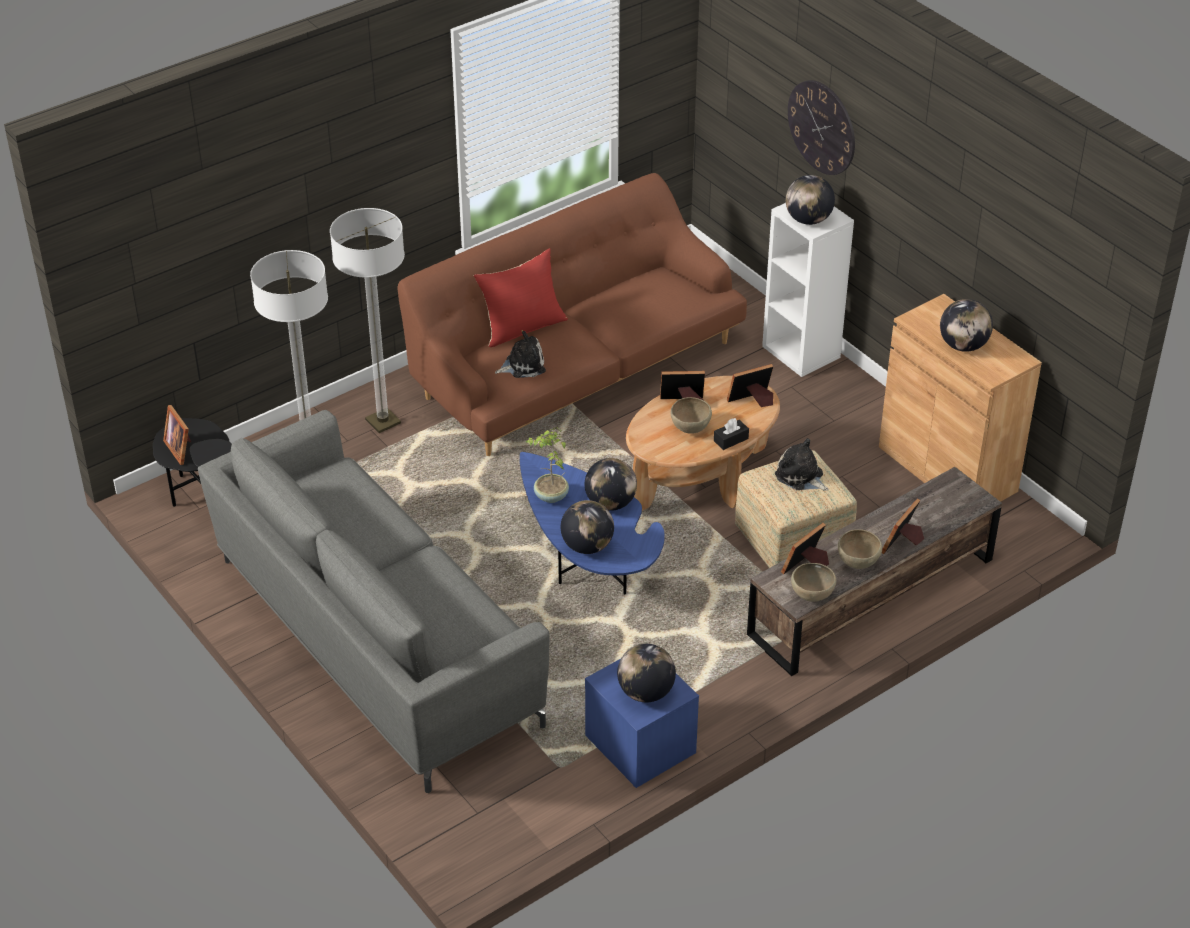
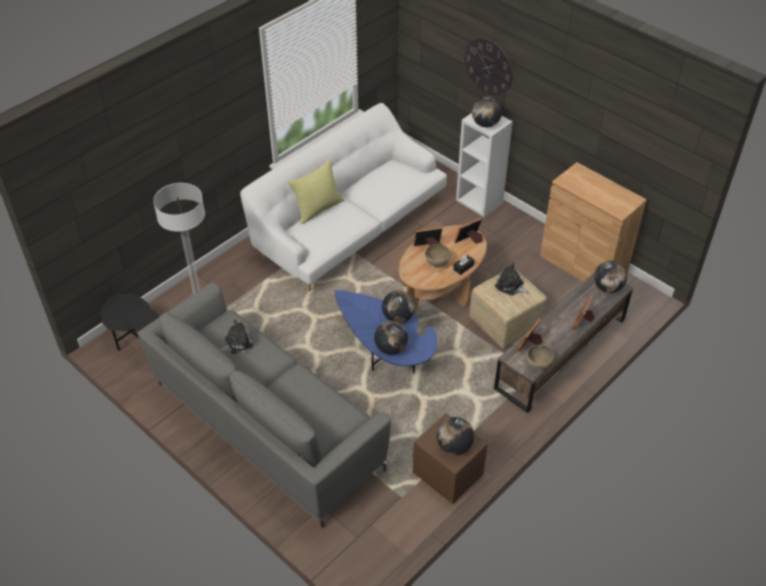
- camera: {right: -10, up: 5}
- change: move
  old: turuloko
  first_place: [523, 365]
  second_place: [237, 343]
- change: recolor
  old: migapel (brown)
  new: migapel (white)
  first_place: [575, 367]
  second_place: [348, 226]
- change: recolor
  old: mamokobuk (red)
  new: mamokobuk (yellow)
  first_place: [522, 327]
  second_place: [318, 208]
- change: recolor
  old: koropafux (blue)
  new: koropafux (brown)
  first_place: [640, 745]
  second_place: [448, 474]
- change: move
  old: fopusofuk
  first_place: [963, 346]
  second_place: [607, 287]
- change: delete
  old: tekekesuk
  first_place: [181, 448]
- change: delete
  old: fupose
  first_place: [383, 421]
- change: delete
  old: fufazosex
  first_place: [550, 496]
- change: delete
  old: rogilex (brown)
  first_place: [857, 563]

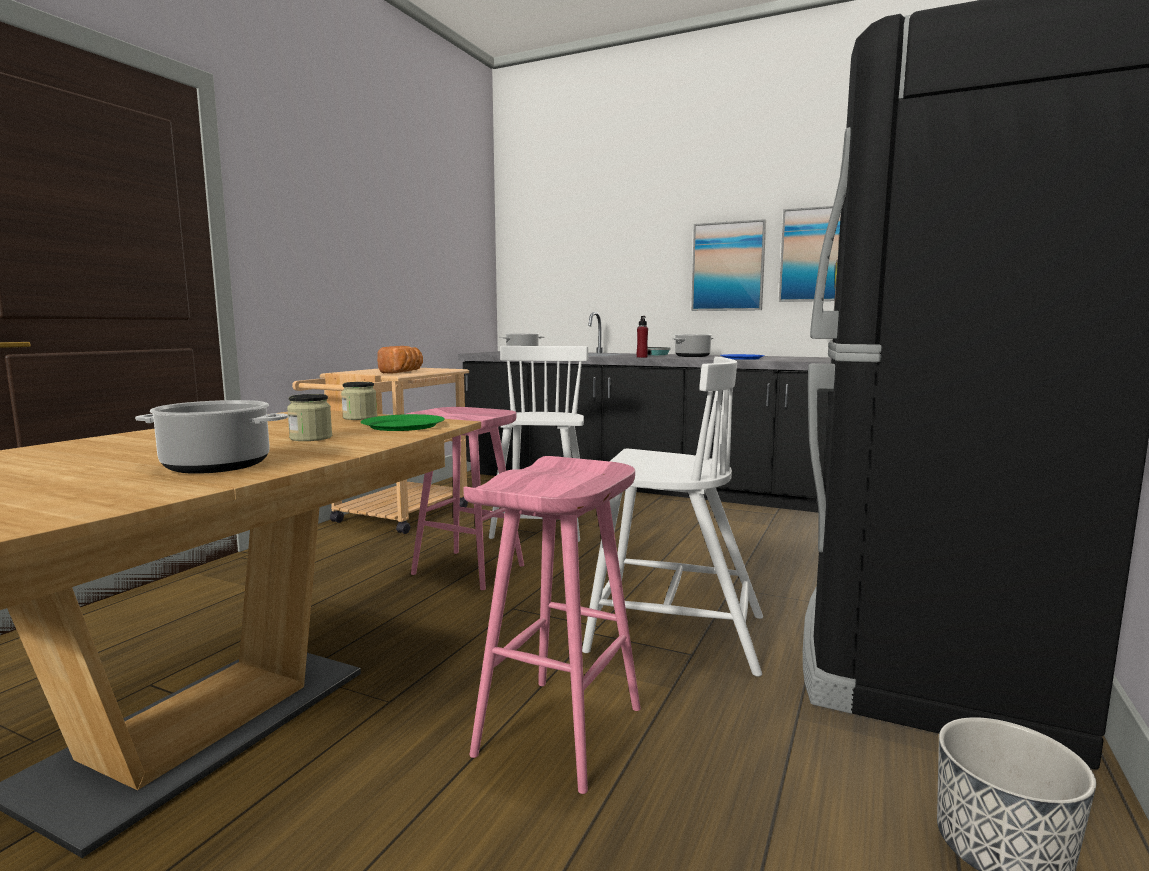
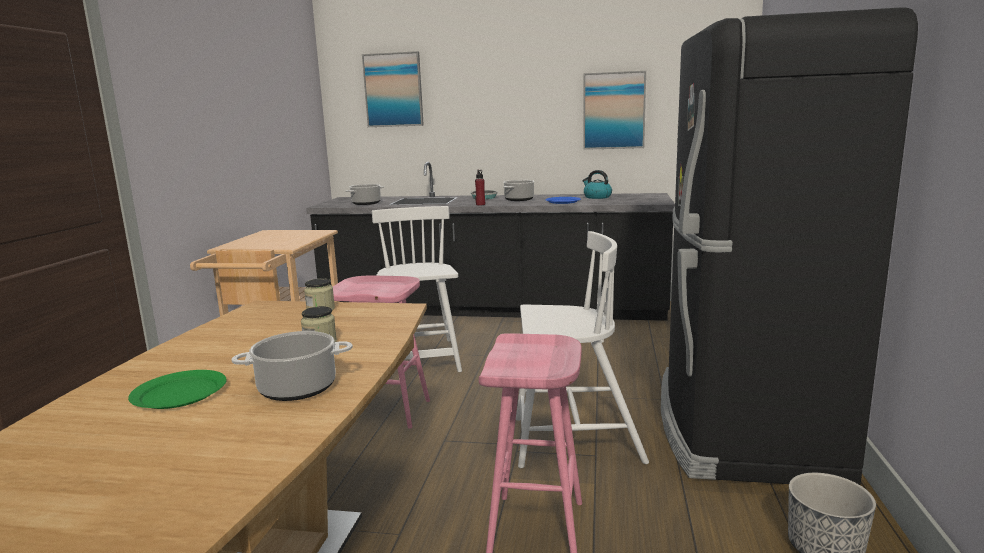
- camera: {right: -15, up: 5}
- change: move
  old: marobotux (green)
  first_place: [403, 425]
  second_place: [180, 393]
- change: move
  old: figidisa
  first_place: [728, 267]
  second_place: [393, 90]
- change: insert
  new: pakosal
  second_place: [597, 197]
- change: delete
  old: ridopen
  first_place: [403, 372]

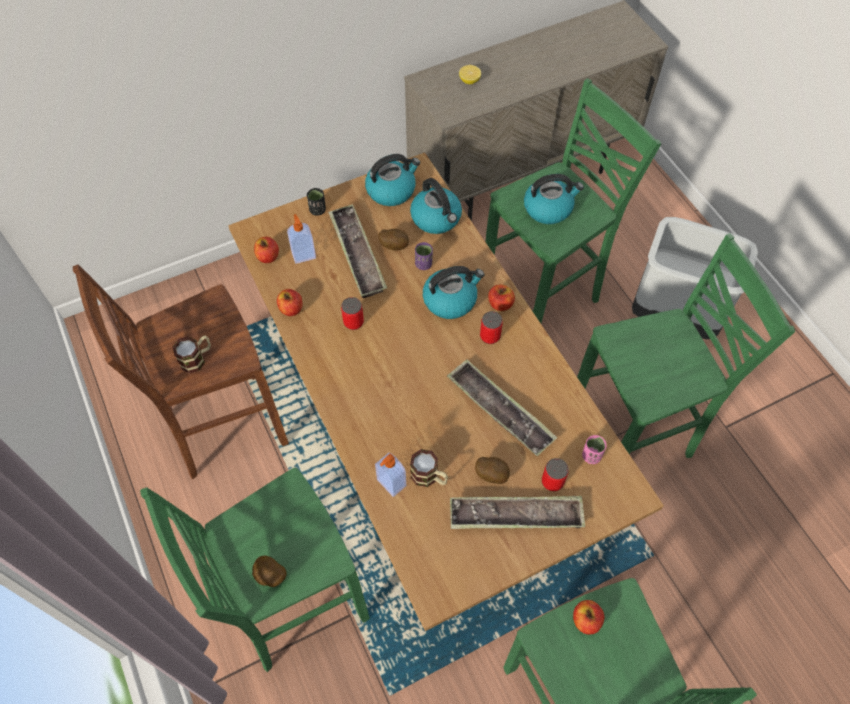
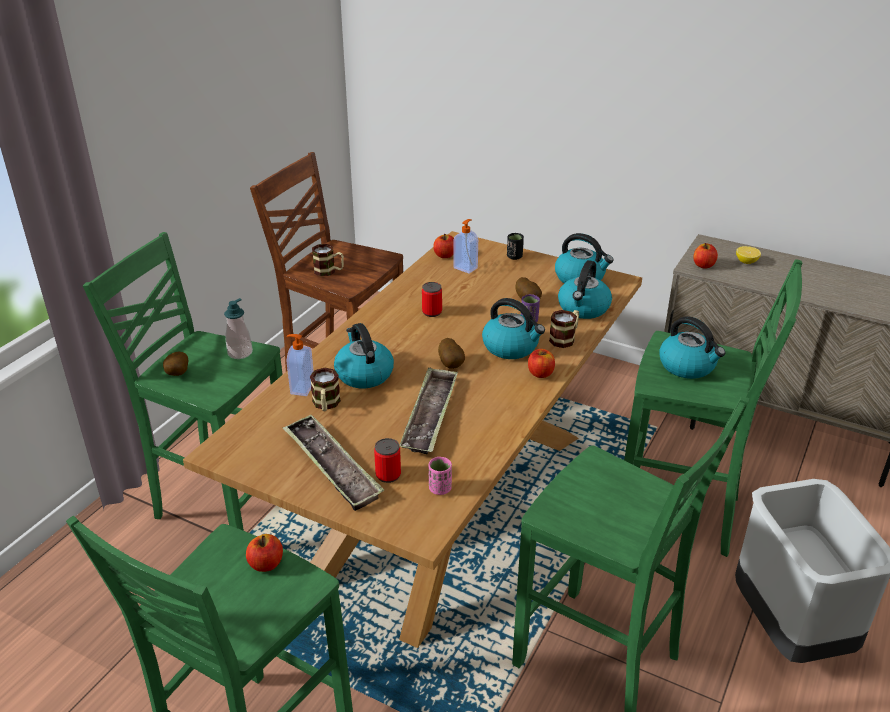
- camera: {right: 55, up: -25}
- change: insert
  new: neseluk
  second_place: [240, 353]
- change: insert
  new: pakosal
  second_place: [363, 374]
- change: move
  old: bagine
  first_place: [492, 474]
  second_place: [451, 364]
- change: insert
  new: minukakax
  second_place: [565, 338]
- change: move
  old: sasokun
  first_place: [291, 309]
  second_place: [703, 265]
- change: delete
  old: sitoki
  first_place: [357, 255]
- change: delete
  old: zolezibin
  first_place: [490, 336]

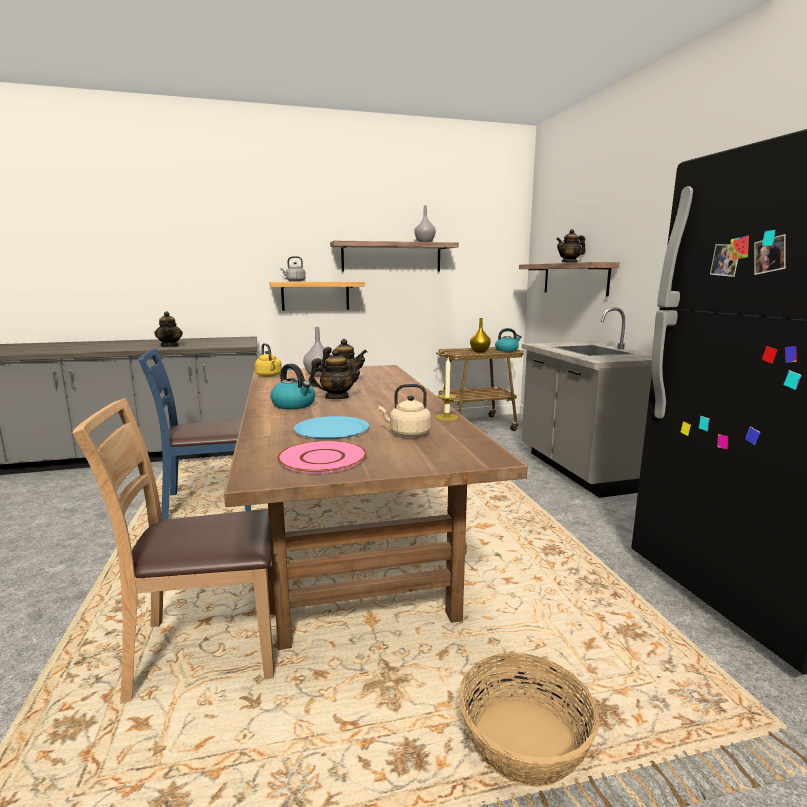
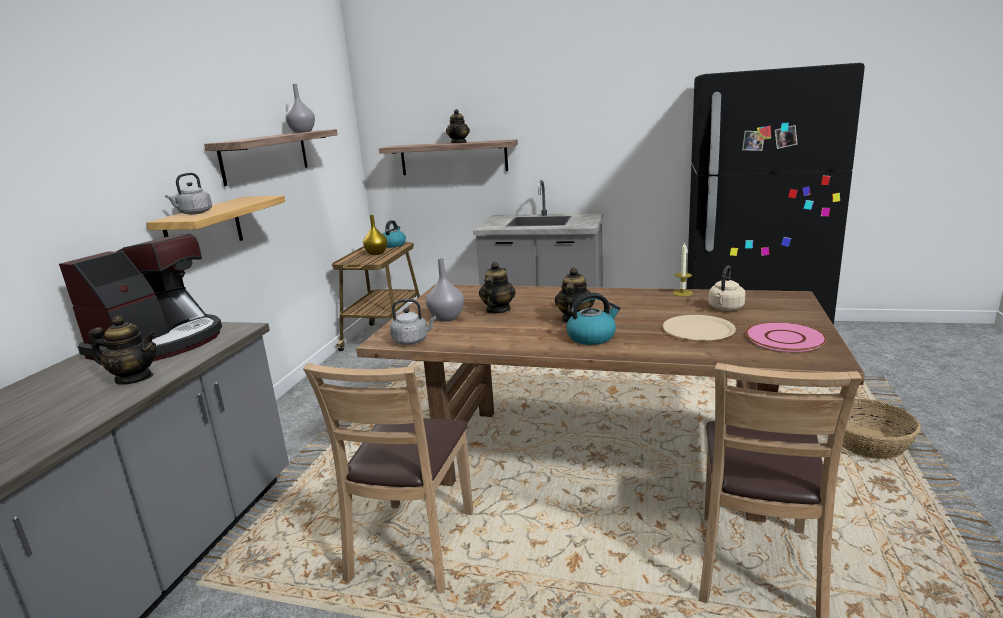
- camera: {right: -60, up: 5}
- change: insert
  new: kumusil
  second_place: [160, 343]
- change: recolor
  old: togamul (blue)
  new: togamul (brown)
  first_place: [207, 503]
  second_place: [413, 546]
- change: recolor
  old: pakosal (yellow)
  new: pakosal (grey)
  first_place: [269, 376]
  second_place: [412, 340]
- change: recolor
  old: marobotux (blue)
  new: marobotux (beige)
  first_place: [332, 429]
  second_place: [698, 329]

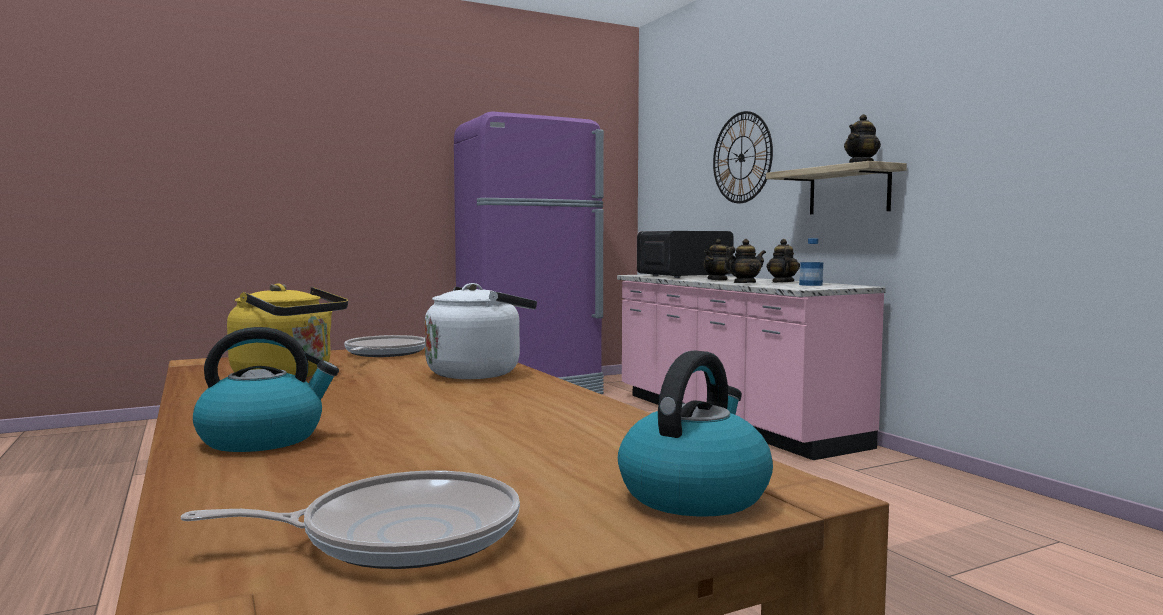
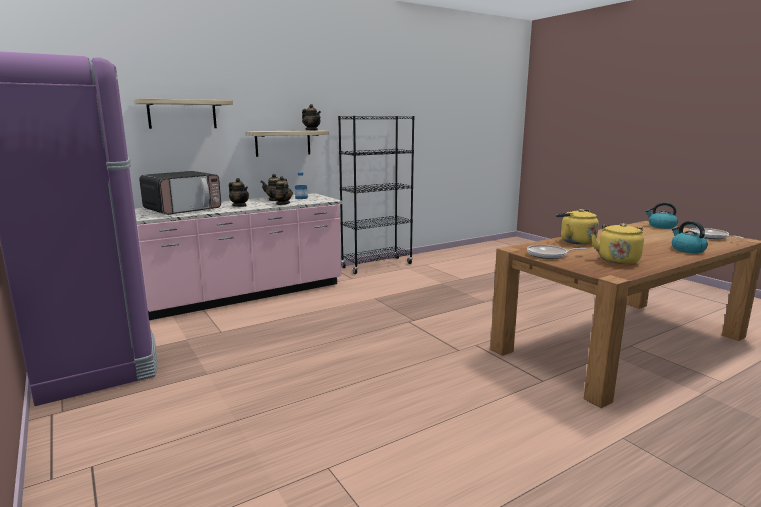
- camera: {right: -95, up: 10}
- change: replace
  old: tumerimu
  new: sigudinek
  first_place: [741, 157]
  second_place: [182, 114]
- change: rotate
  old: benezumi
  first_place: [683, 276]
  second_place: [183, 210]
  degrees: -105
- change: insert
  new: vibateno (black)
  second_place: [377, 266]
- change: recolor
  old: pakosal (white)
  new: pakosal (yellow)
  first_place: [479, 373]
  second_place: [575, 241]

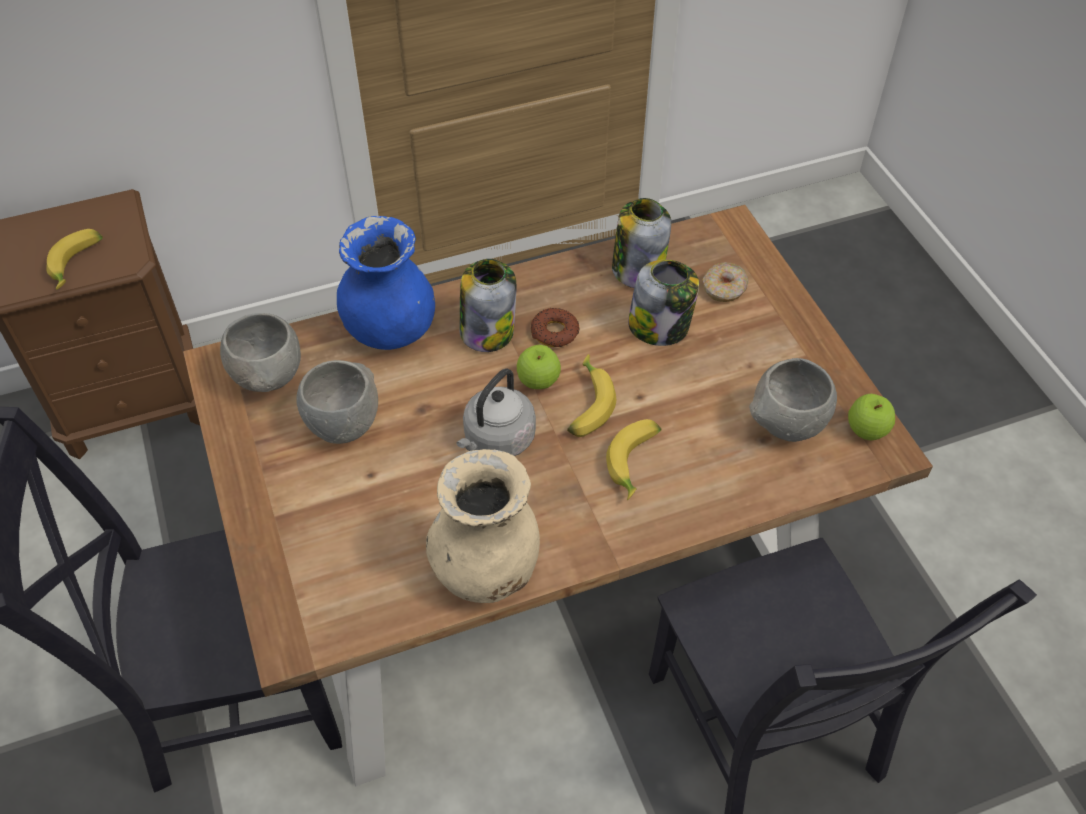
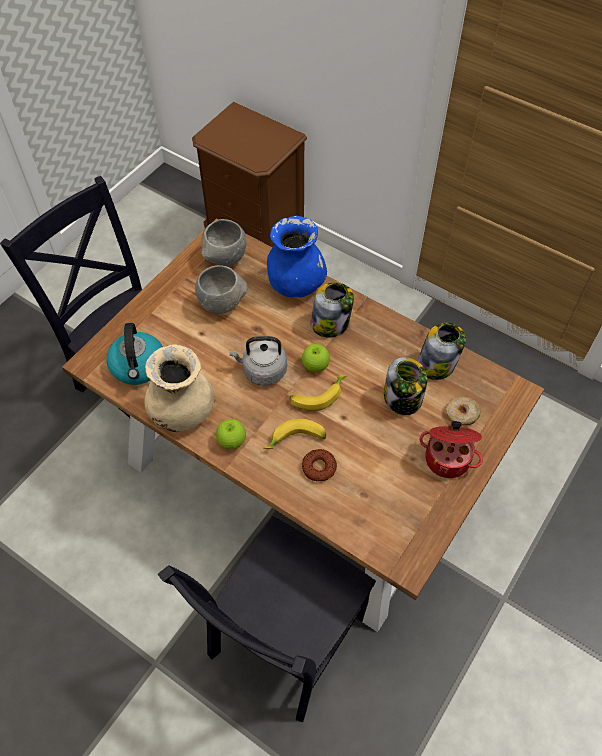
- camera: {right: 55, up: 5}
- change: insert
  new: pakosal
  second_place: [138, 366]
- change: move
  old: sasokun
  first_place: [866, 430]
  second_place: [232, 441]
- change: move
  old: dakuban
  first_place: [554, 332]
  second_place: [318, 467]
- change: insert
  new: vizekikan
  second_place: [448, 458]
- change: delete
  old: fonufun
  first_place: [78, 265]
- change: delete
  old: rogilex (grey)
  first_place: [785, 426]

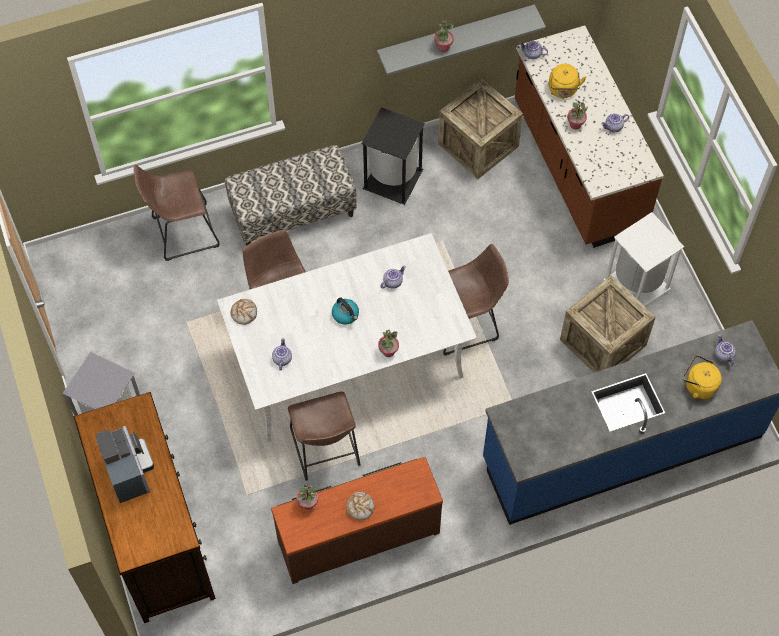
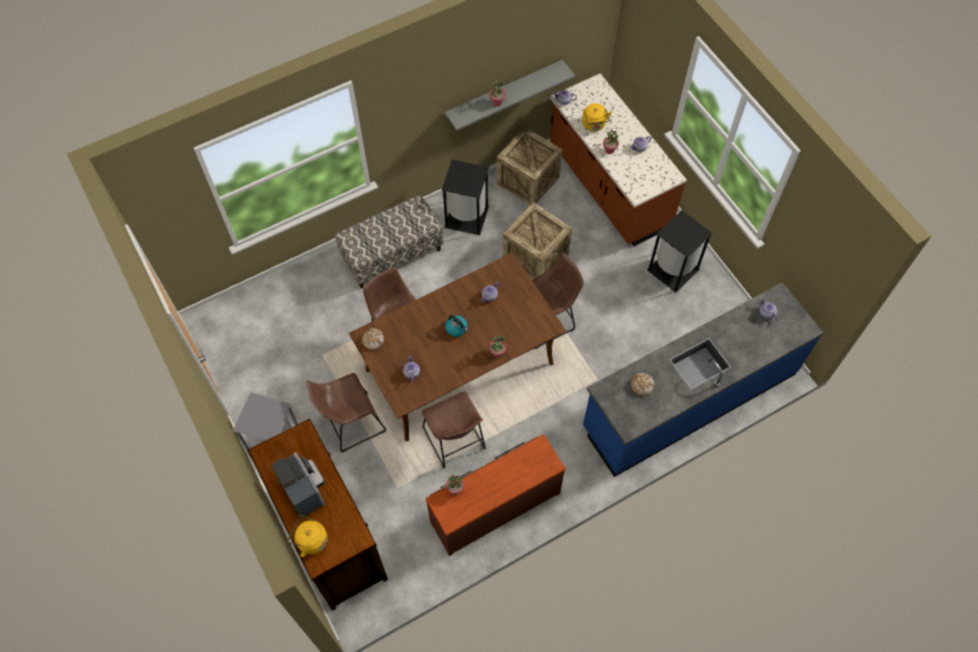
- camera: {right: -10, up: 0}
- change: move
  old: pakosal (yellow)
  first_place: [698, 385]
  second_place: [310, 540]
- change: move
  old: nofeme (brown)
  first_place: [181, 232]
  second_place: [350, 424]
- change: recolor
  old: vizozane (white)
  new: vizozane (brown)
  first_place: [348, 363]
  second_place: [459, 368]
- change: move
  old: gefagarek
  first_place: [603, 342]
  second_place: [535, 256]
- change: move
  old: ridopen
  first_place: [360, 507]
  second_place: [641, 385]
- change: recolor
  old: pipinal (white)
  new: pipinal (black)
  first_place: [638, 284]
  second_place: [674, 269]

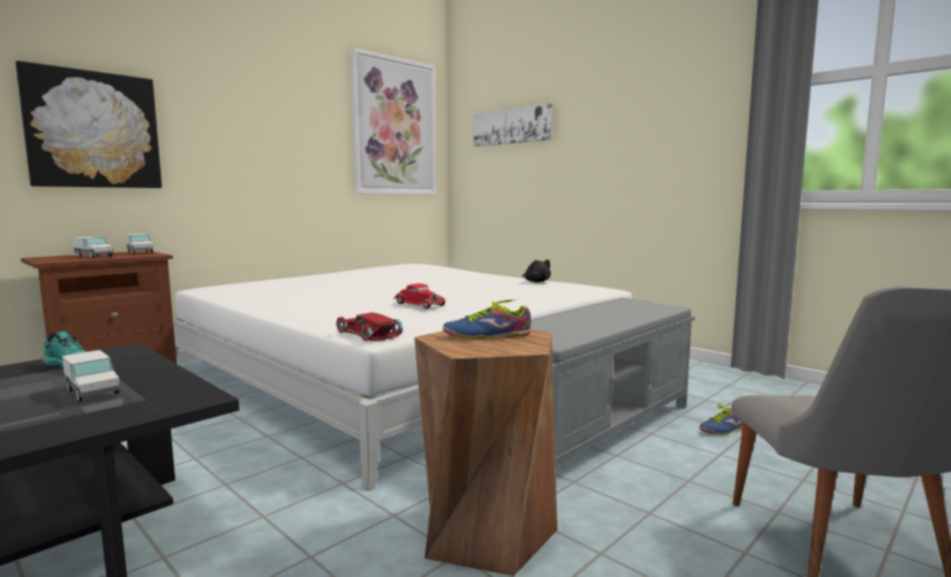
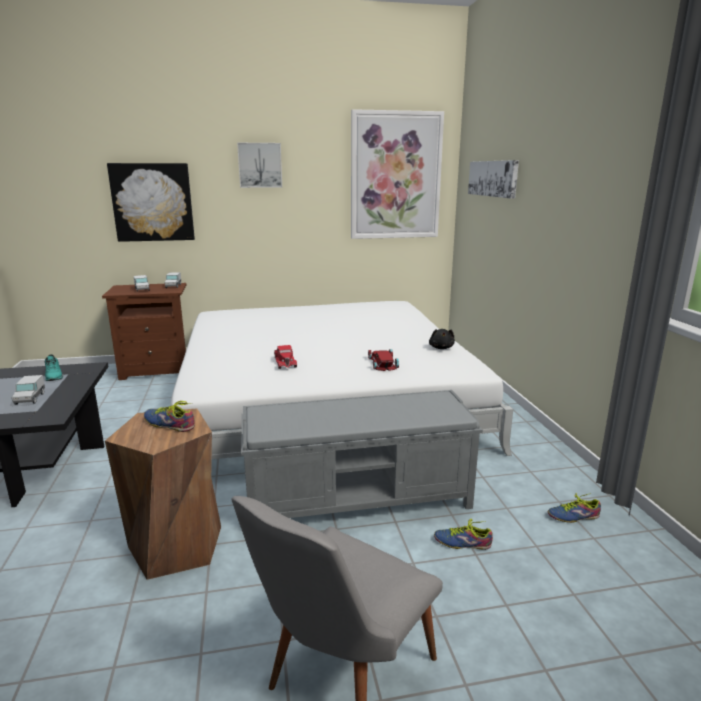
- camera: {right: 35, up: 10}
- change: insert
  new: figidisa
  second_place: [260, 165]
- change: move
  old: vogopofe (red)
  first_place: [369, 333]
  second_place: [383, 363]
- change: insert
  new: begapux
  second_place: [572, 515]

